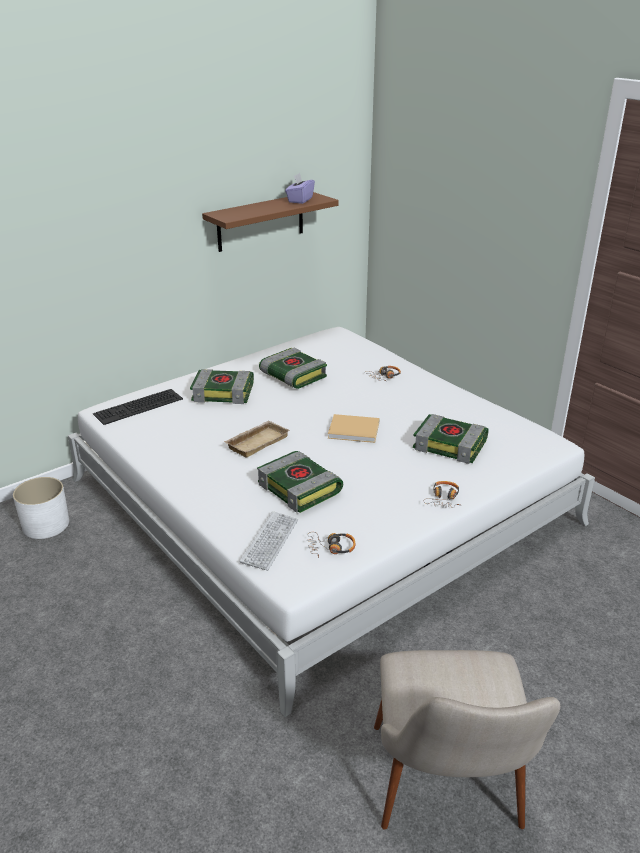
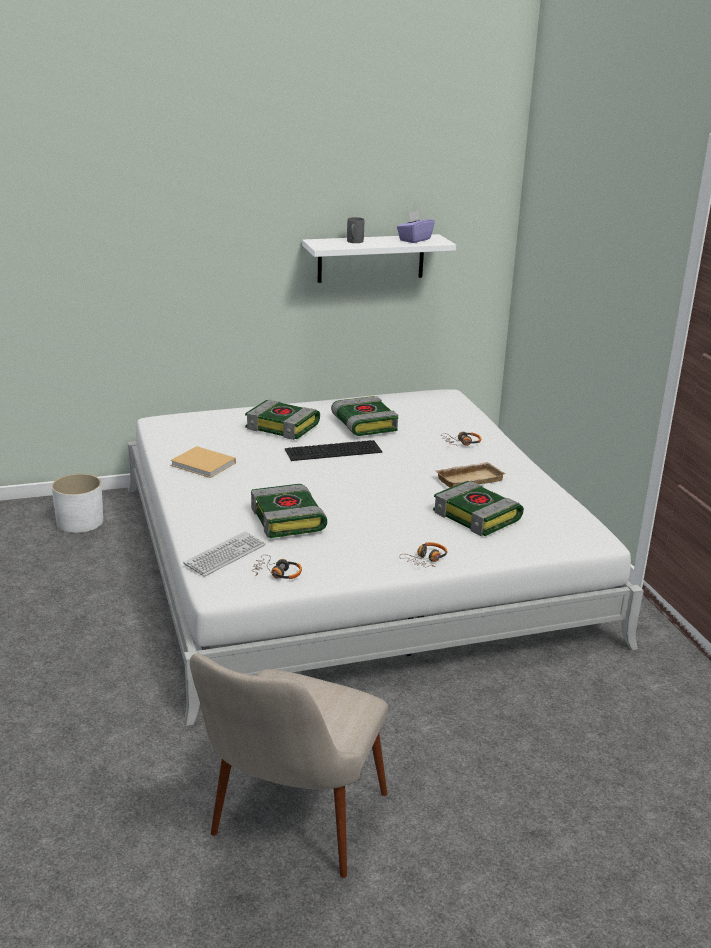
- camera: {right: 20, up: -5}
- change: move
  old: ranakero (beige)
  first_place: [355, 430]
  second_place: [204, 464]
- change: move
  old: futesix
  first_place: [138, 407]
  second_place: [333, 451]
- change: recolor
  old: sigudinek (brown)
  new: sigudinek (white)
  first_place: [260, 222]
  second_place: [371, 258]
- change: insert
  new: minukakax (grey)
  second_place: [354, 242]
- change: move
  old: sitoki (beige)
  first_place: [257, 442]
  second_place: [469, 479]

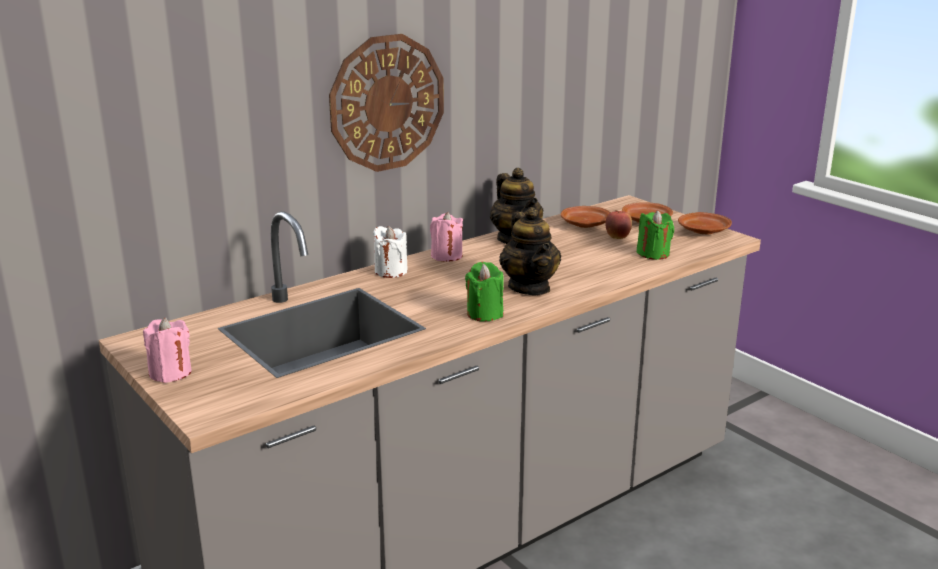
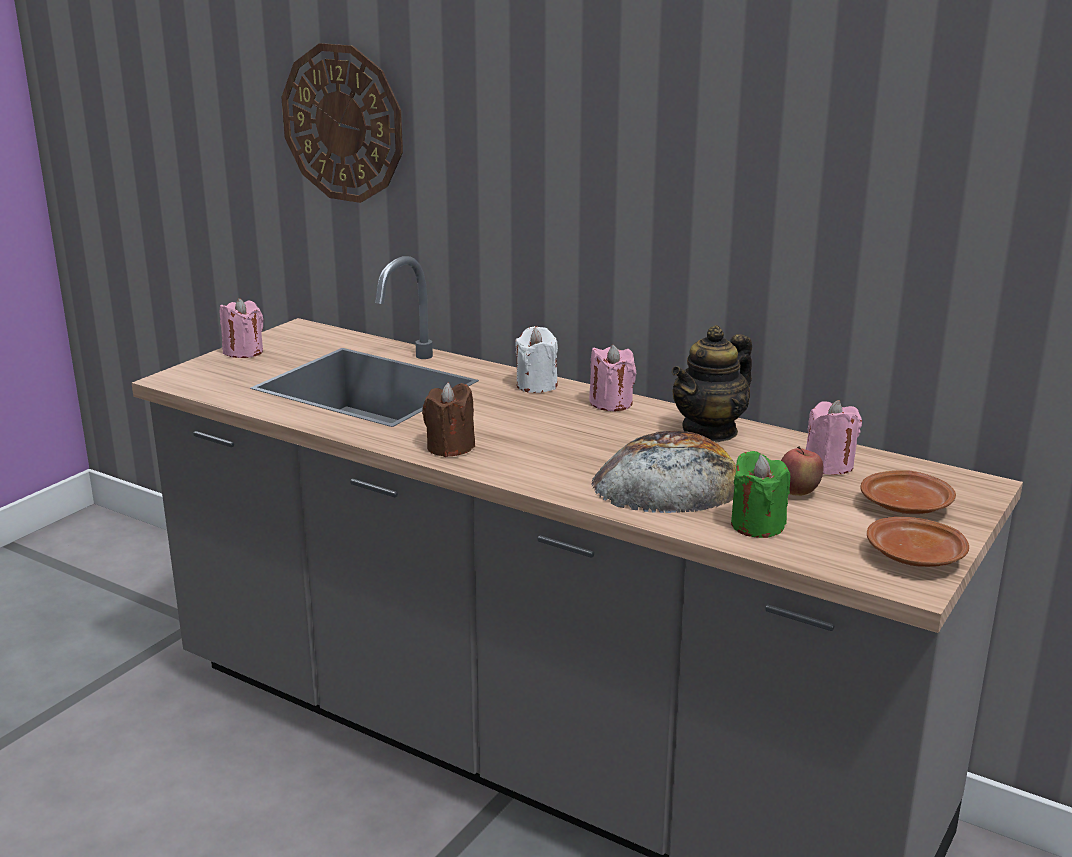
- camera: {right: 70, up: 0}
- change: move
  old: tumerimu
  first_place: [387, 103]
  second_place: [343, 123]
- change: recolor
  old: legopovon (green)
  new: legopovon (brown)
  first_place: [485, 314]
  second_place: [450, 447]
- change: insert
  new: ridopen
  second_place: [669, 481]
- change: replace
  old: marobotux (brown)
  new: legopovon (pink)
  first_place: [585, 224]
  second_place: [829, 465]
- change: delete
  old: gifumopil
  first_place: [529, 287]

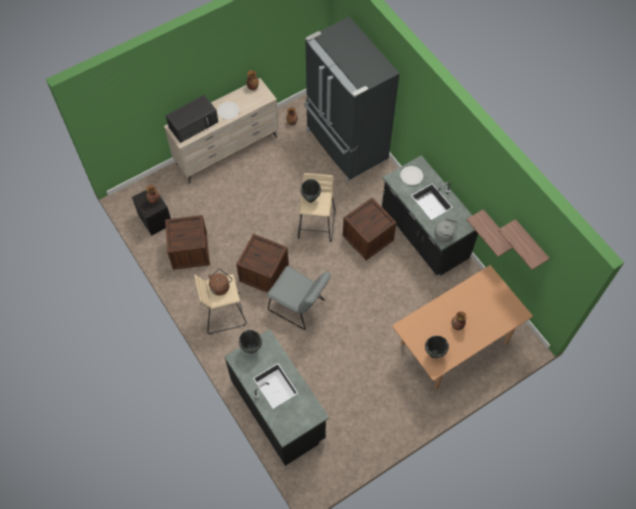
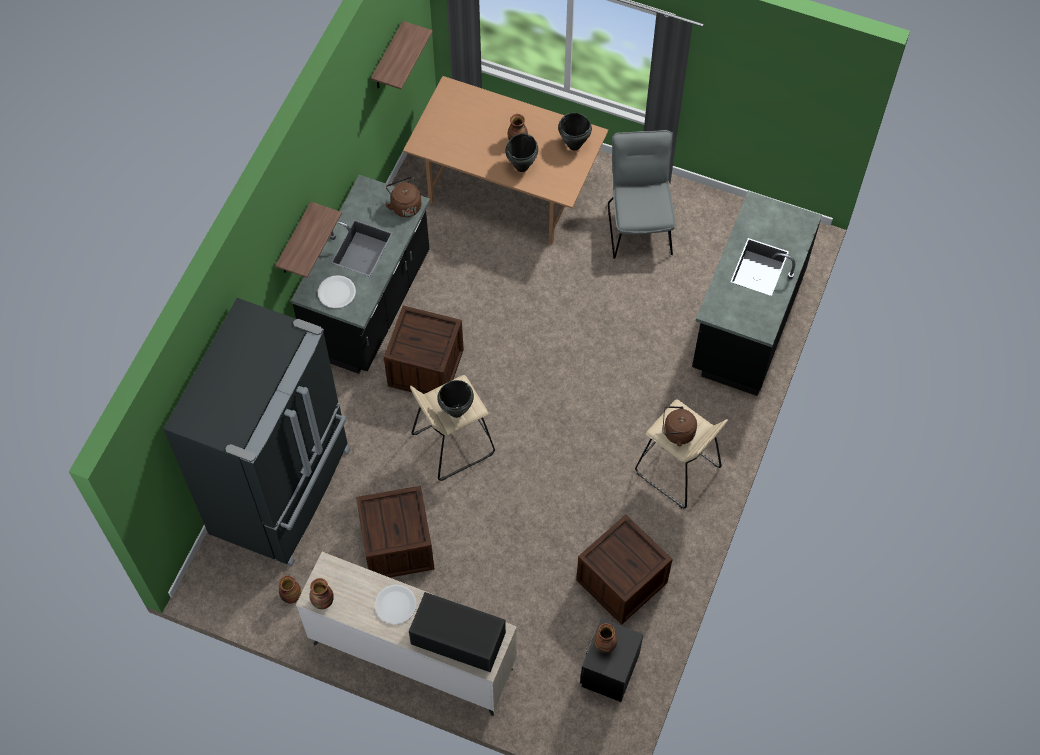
- camera: {right: -125, up: 0}
- change: move
  old: sigudinek
  first_place: [497, 232]
  second_place: [294, 241]
- change: move
  old: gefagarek
  first_place: [264, 272]
  second_place: [397, 545]
- change: recolor
  old: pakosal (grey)
  new: pakosal (brown)
  first_place: [445, 235]
  second_place: [405, 205]
- change: move
  old: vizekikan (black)
  first_place: [251, 349]
  second_place: [522, 166]
- change: move
  old: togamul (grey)
  first_place: [299, 307]
  second_place: [639, 224]

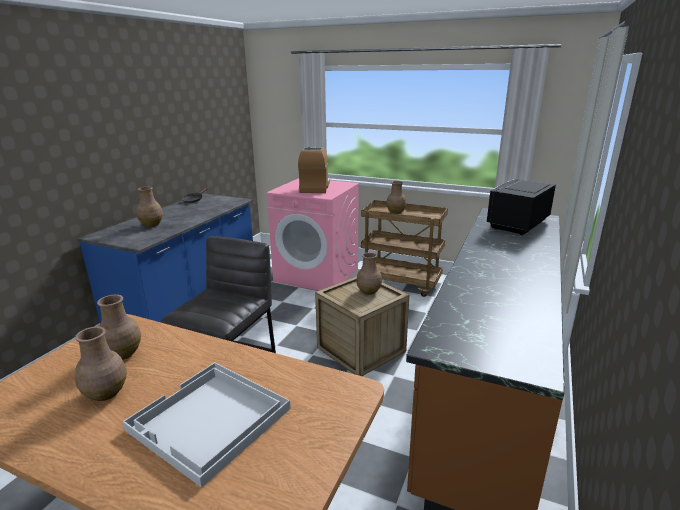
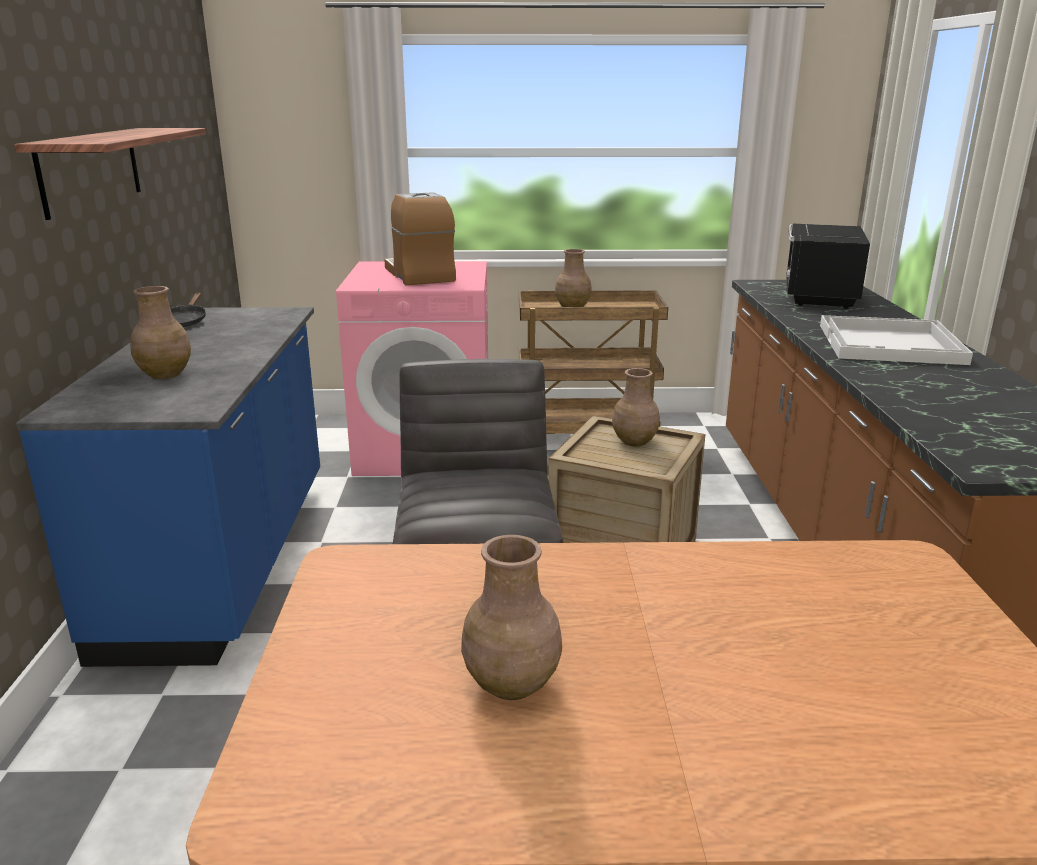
- camera: {right: -25, up: 0}
- change: insert
  new: sigudinek
  second_place: [91, 170]
- change: move
  old: sitoki (white)
  first_place: [209, 420]
  second_place: [891, 344]
- change: delete
  old: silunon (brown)
  first_place: [122, 354]

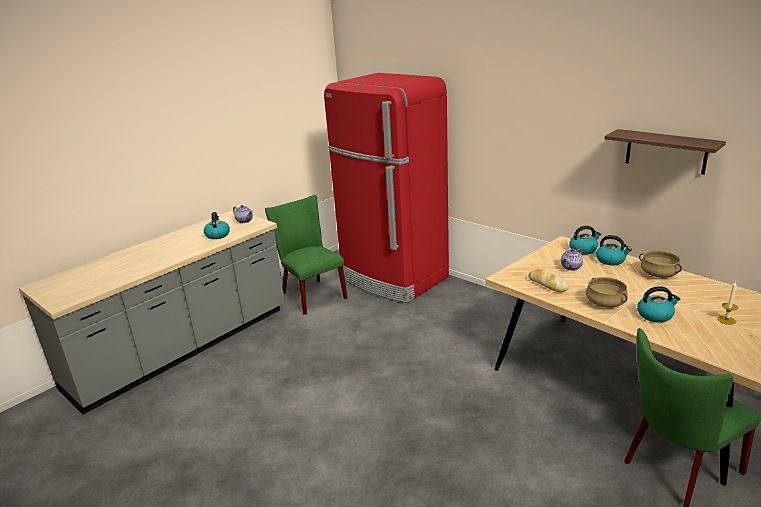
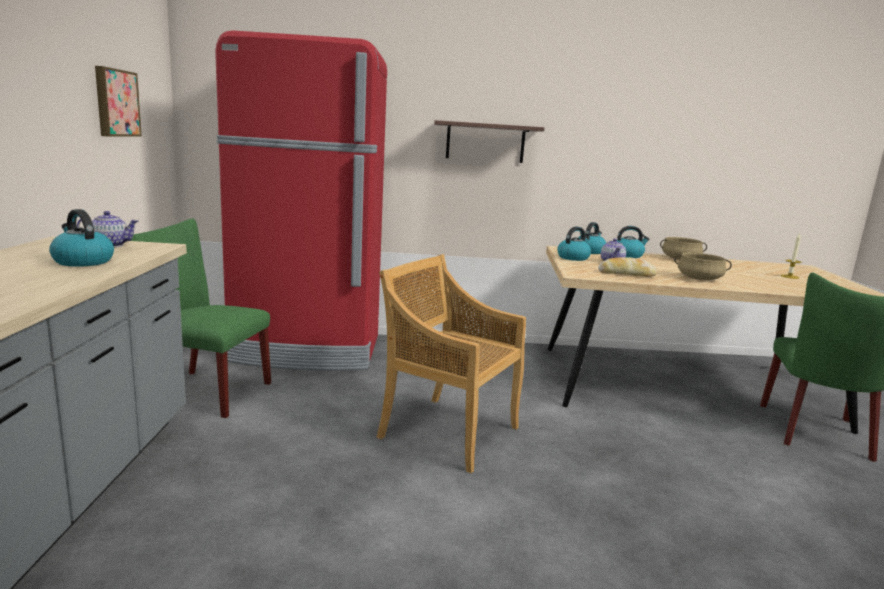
- camera: {right: -45, up: -10}
- change: insert
  new: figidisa
  second_place: [115, 103]
- change: insert
  new: togamul (beige)
  second_place: [447, 431]
- change: move
  old: sigudinek
  first_place: [666, 151]
  second_place: [485, 142]
- change: move
  old: pakosal
  first_place: [655, 315]
  second_place: [573, 257]

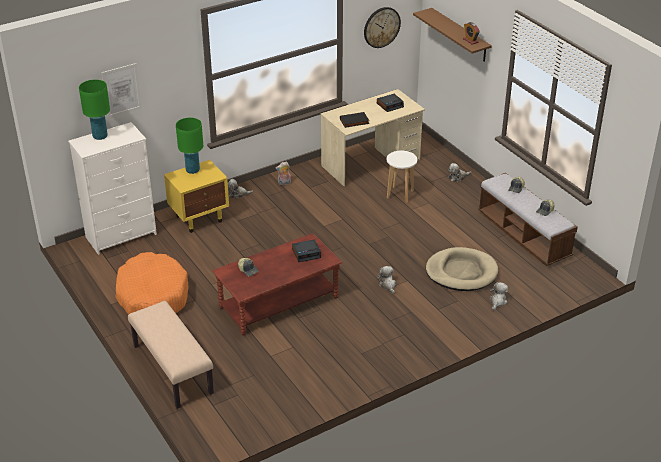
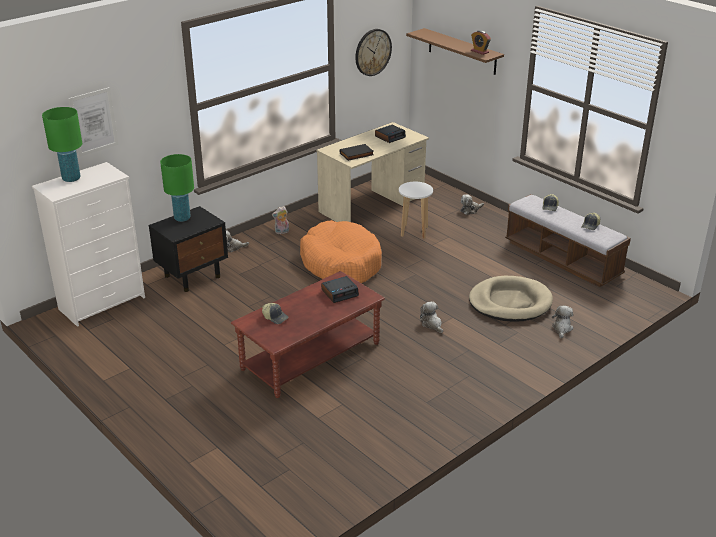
- camera: {right: -10, up: -5}
- change: recolor
  old: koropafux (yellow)
  new: koropafux (black)
  first_place: [200, 218]
  second_place: [193, 276]
- change: move
  old: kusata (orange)
  first_place: [152, 296]
  second_place: [341, 263]
- change: delete
  old: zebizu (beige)
  first_place: [172, 369]

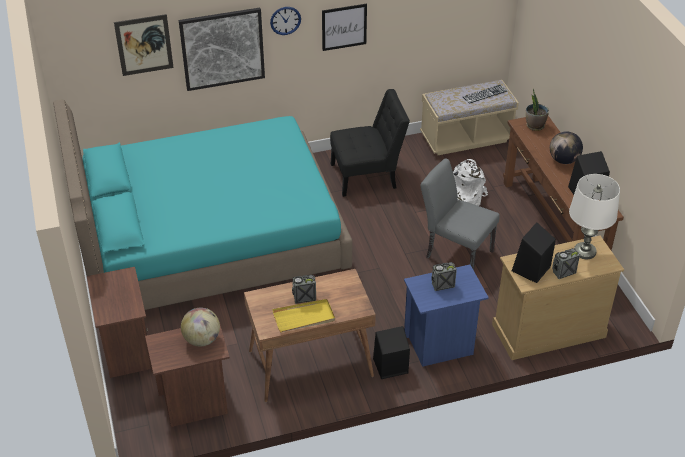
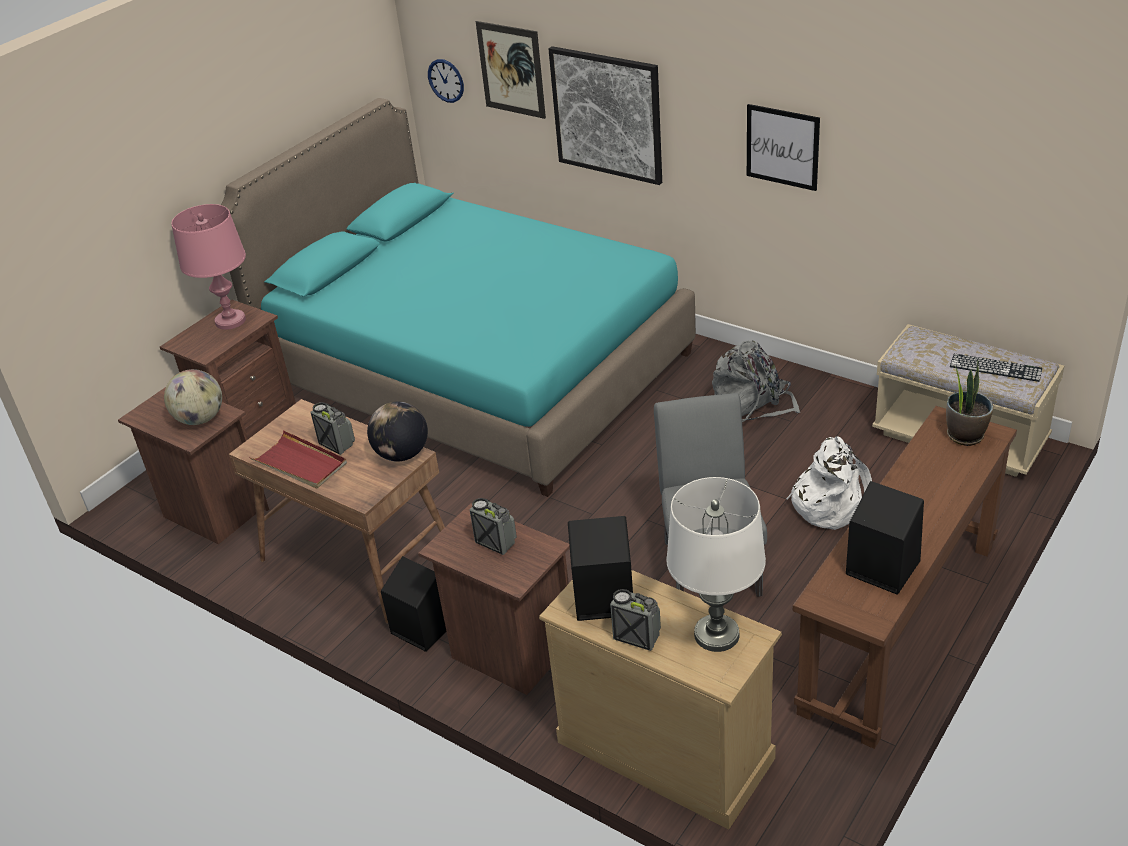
- camera: {right: 55, up: -5}
- change: insert
  new: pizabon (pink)
  second_place: [230, 321]
- change: recolor
  old: sitoki (yellow)
  new: sitoki (red)
  first_place: [304, 317]
  second_place: [300, 463]
- change: move
  old: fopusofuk
  first_place: [563, 160]
  second_place: [402, 454]
- change: recolor
  old: koropafux (blue)
  new: koropafux (brown)
  first_place: [440, 345]
  second_place: [509, 652]
- change: move
  old: tumerimu
  first_place: [285, 20]
  second_place: [446, 80]
- change: replace
  old: togamul (black)
  new: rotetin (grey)
  first_place: [367, 175]
  second_place: [752, 405]

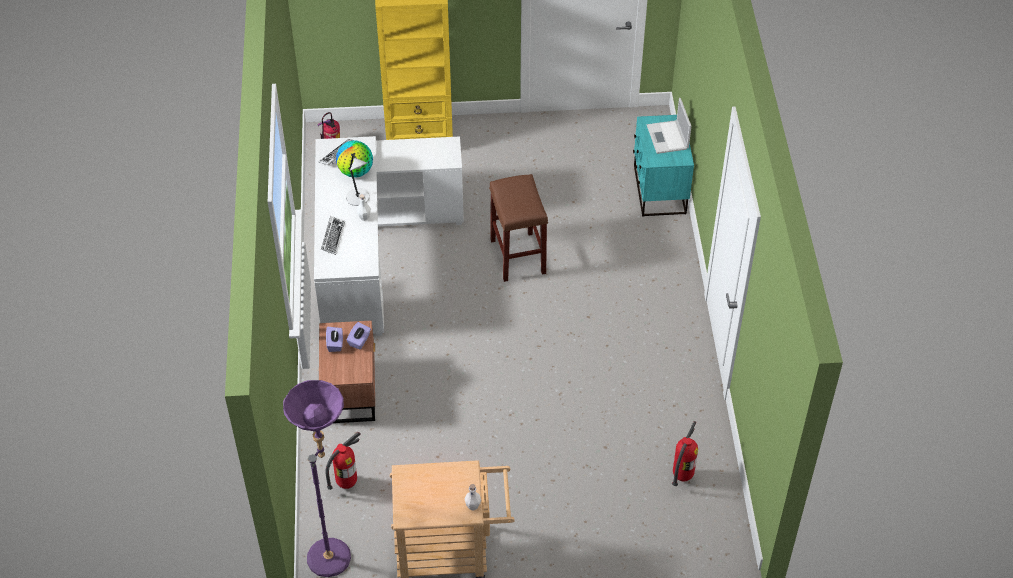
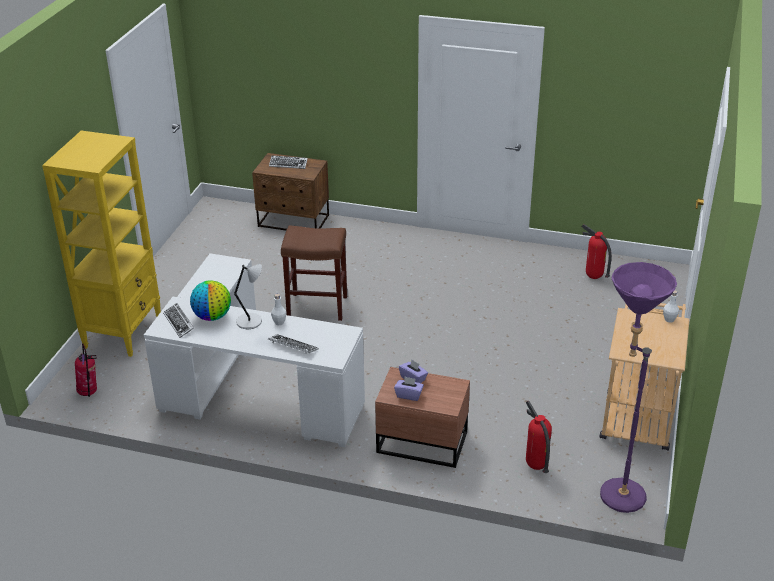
- camera: {right: -70, up: -15}
- change: recolor
  old: koropafux (turquoise)
  new: koropafux (brown)
  first_place: [659, 190]
  second_place: [293, 221]
- change: replace
  old: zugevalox
  new: futesix
  first_place: [667, 138]
  second_place: [288, 164]

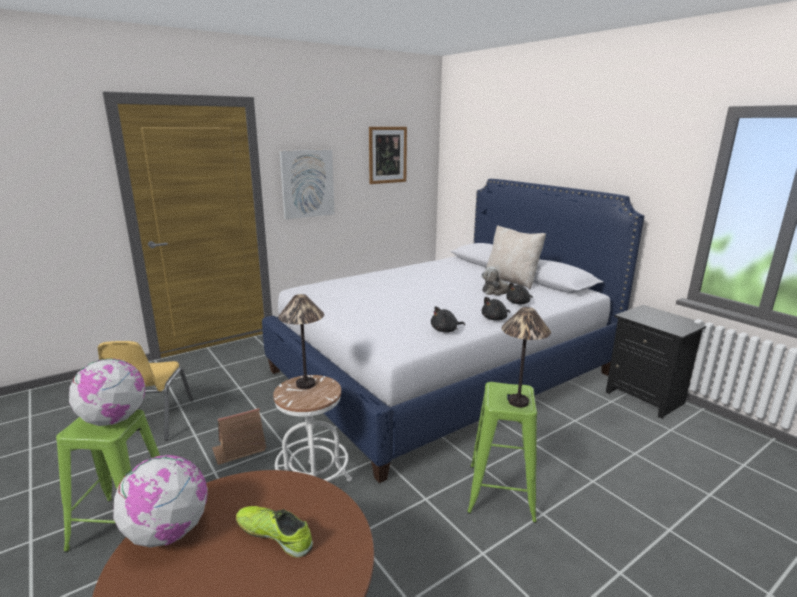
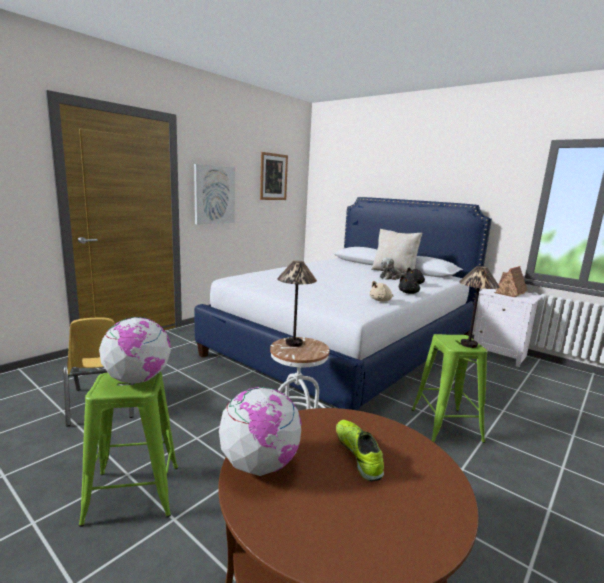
- camera: {right: -15, up: -5}
- change: rotate
  old: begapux
  first_place: [274, 535]
  second_place: [358, 454]
  degrees: 60
- change: recolor
  old: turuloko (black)
  new: turuloko (beige)
  first_place: [445, 330]
  second_place: [381, 300]
- change: recolor
  old: koropafux (black)
  new: koropafux (white)
  first_place: [645, 397]
  second_place: [499, 354]
- change: move
  old: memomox
  first_place: [239, 449]
  second_place: [509, 293]

